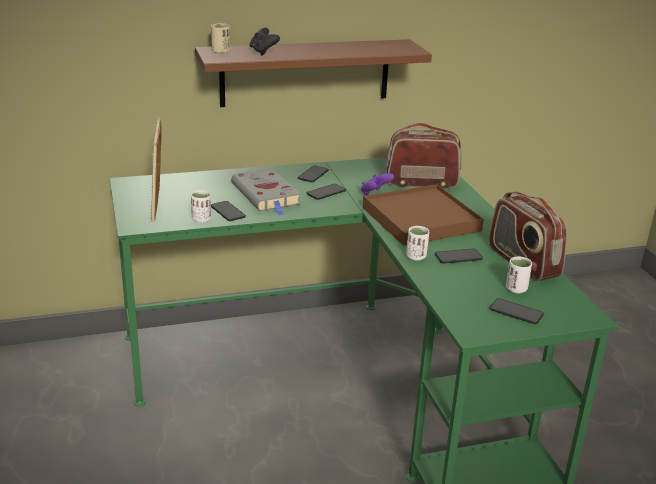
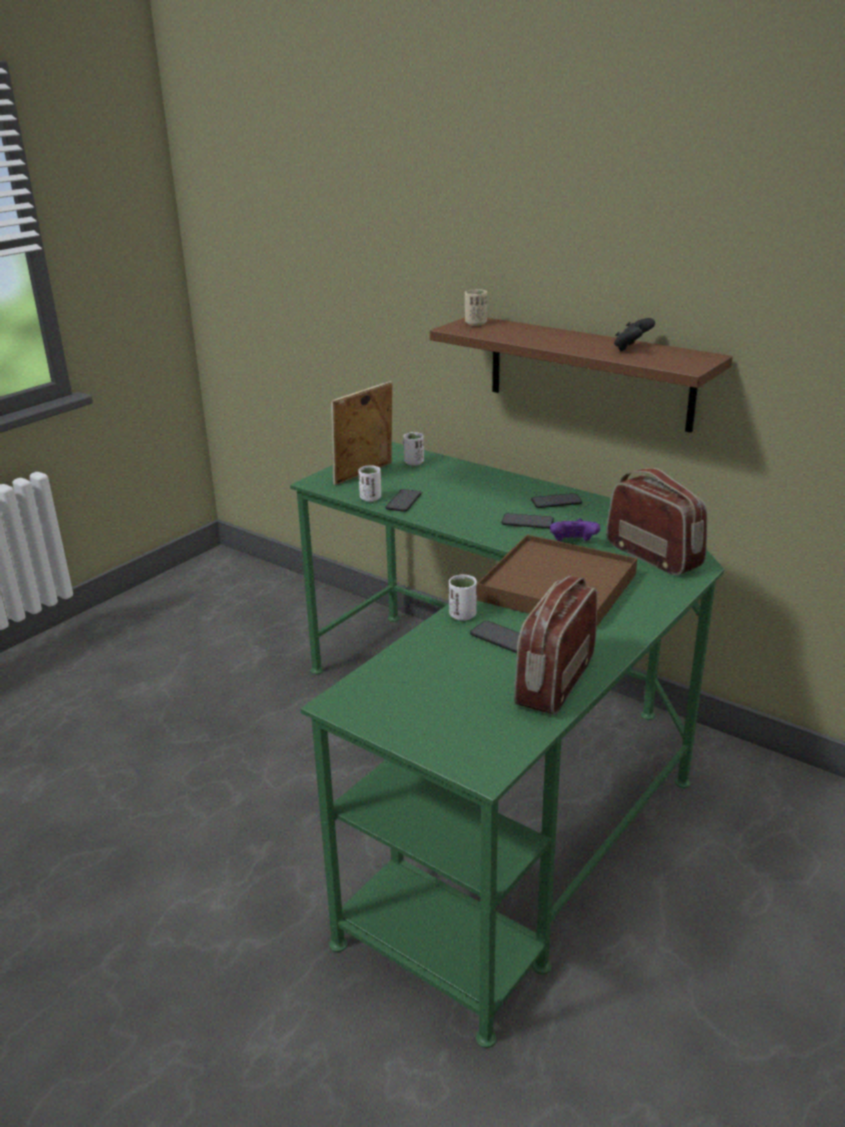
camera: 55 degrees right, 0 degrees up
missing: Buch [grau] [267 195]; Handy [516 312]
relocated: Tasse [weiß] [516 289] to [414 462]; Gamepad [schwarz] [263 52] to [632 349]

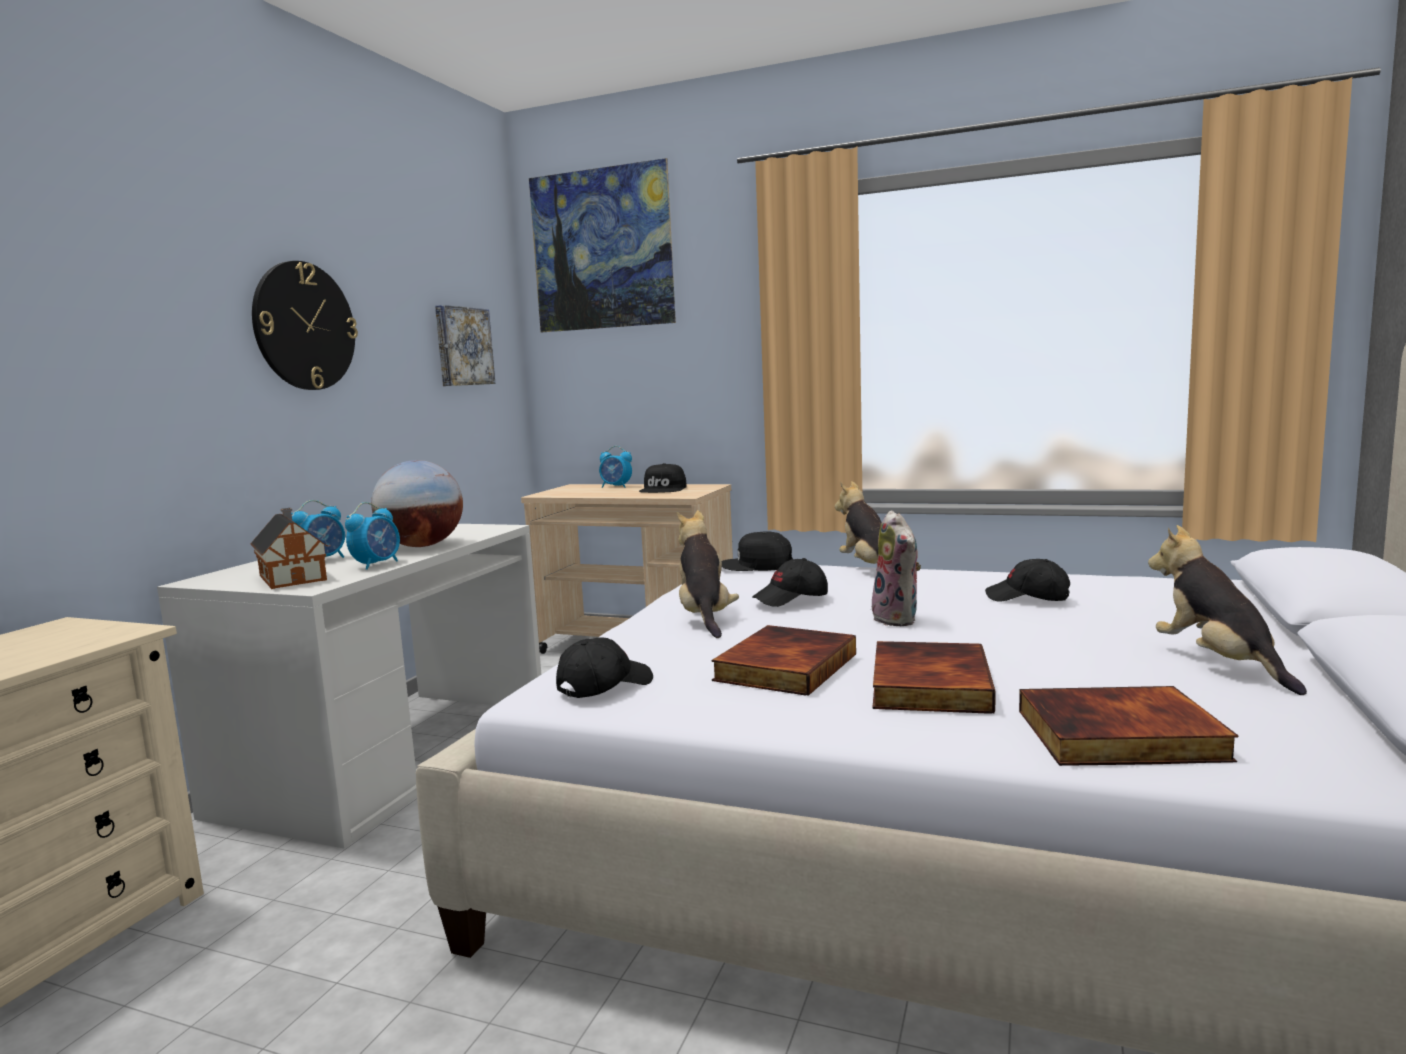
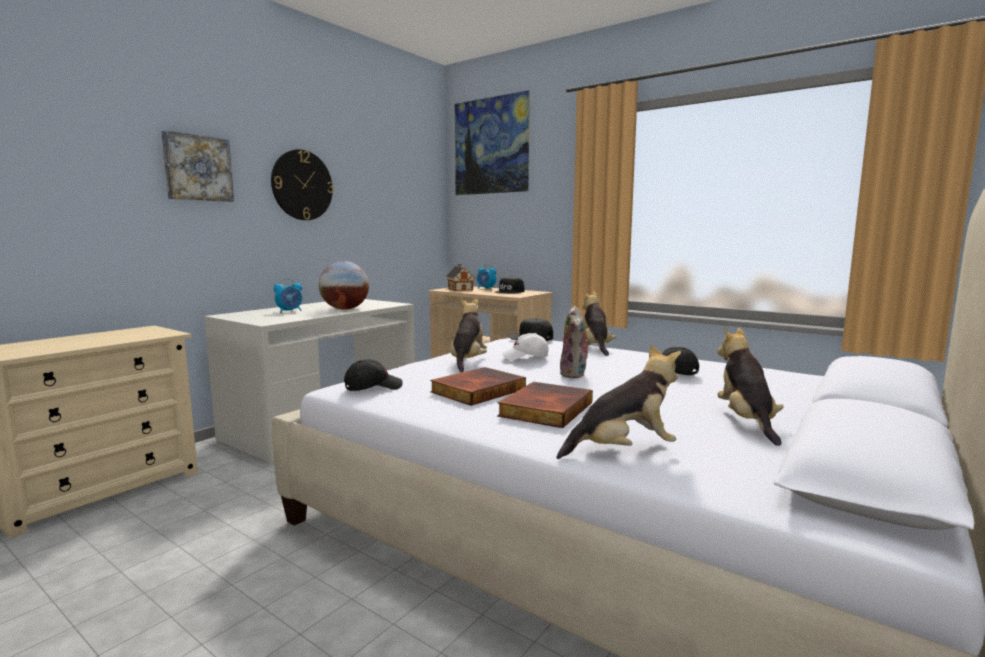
camera: 15 degrees right, 0 degrees up
missing: Wecker [377 565]
relocated: Bild [462 346] to [197 168]; Spielzeughaus [293 577] to [460 289]
exchanged: Buch [1119 737] to Plüschtier [623 450]
colour: Kappe [schwarz] [791 598] to Kappe [weiß] [525 357]

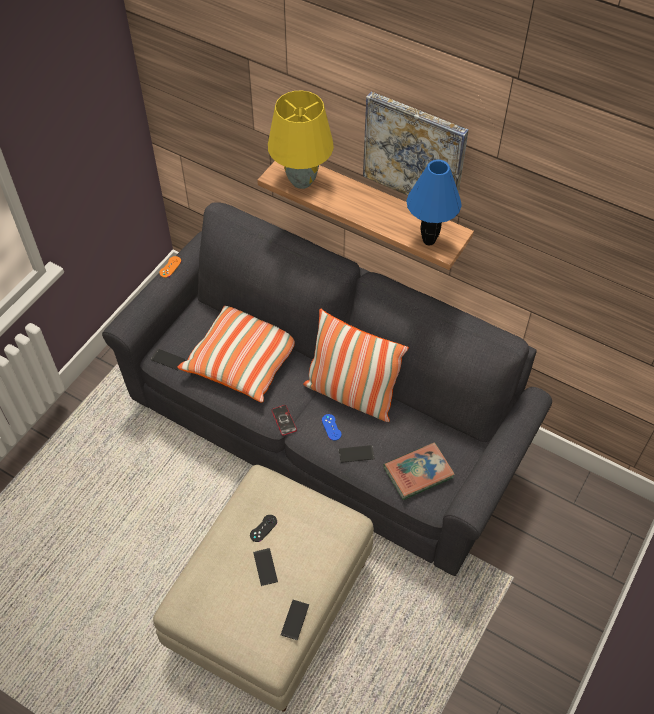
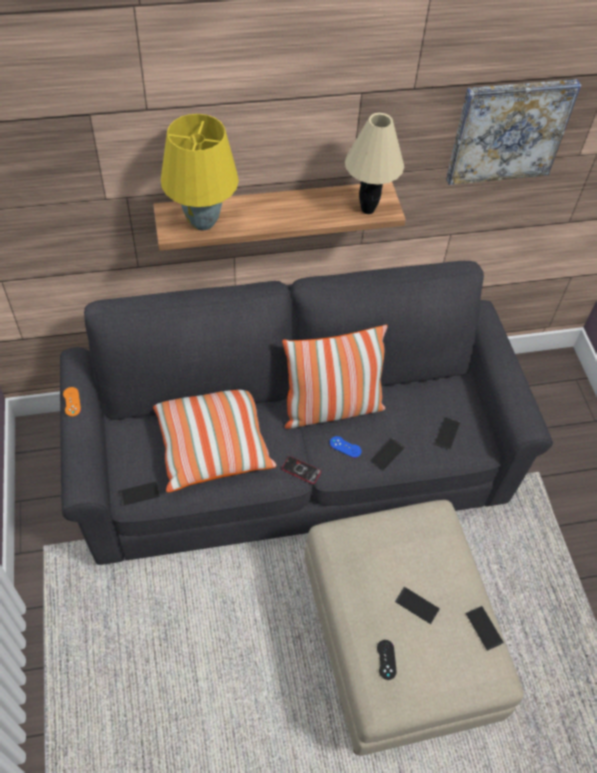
camera: 45 degrees left, 0 degrees up
relocated: Gamepad [schwarz] [263 528] to [386 659]; Bild [414 151] to [508 130]
exchanged: Buch [418 473] to Handy [447 433]
colour: Tischlampe [blau] [429 240] to Tischlampe [beige] [368 209]

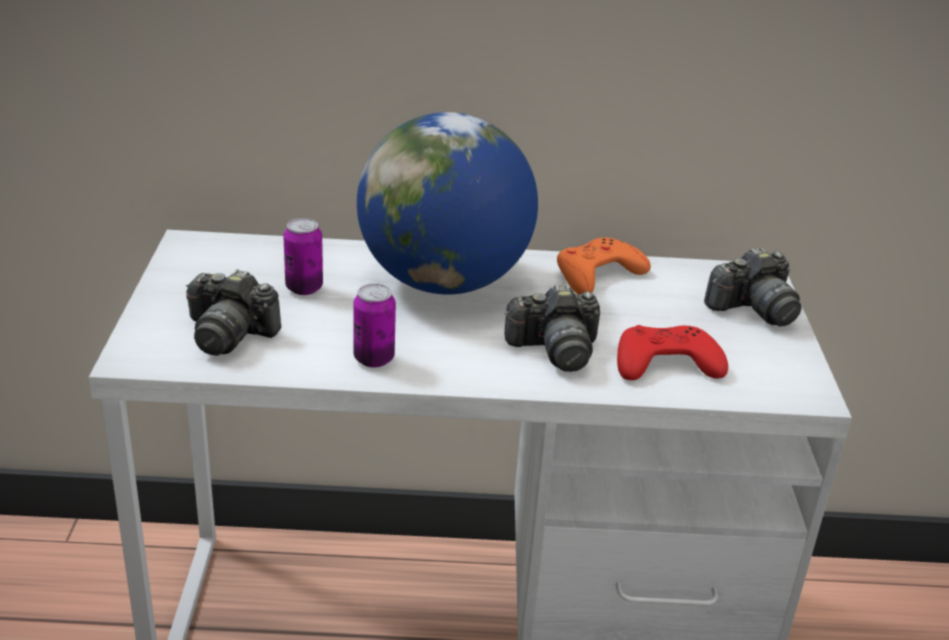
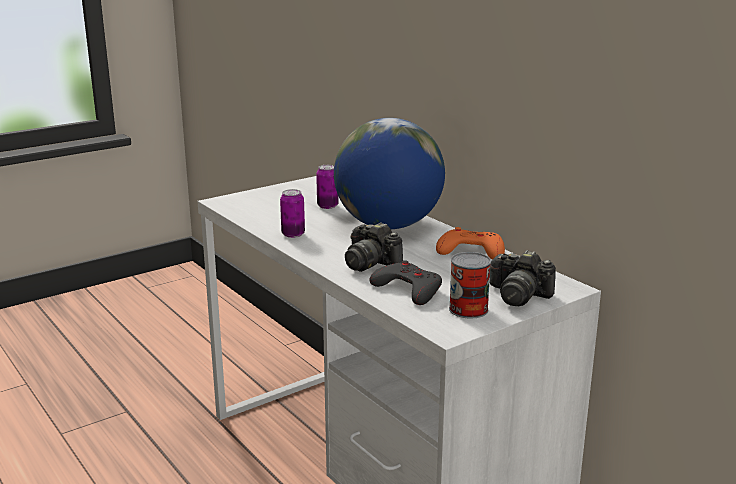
camera: 55 degrees right, 10 degrees down
missing: Kamera [229 334]
appeared: Dose [468 309]
colour: Gamepad [rot] [666 363] to Gamepad [grau] [408 289]

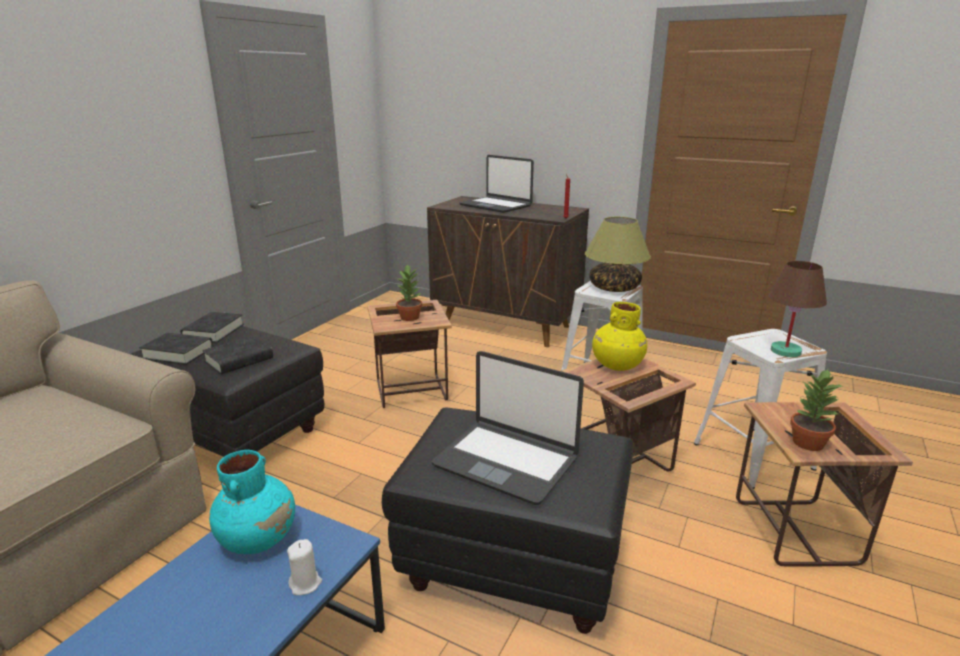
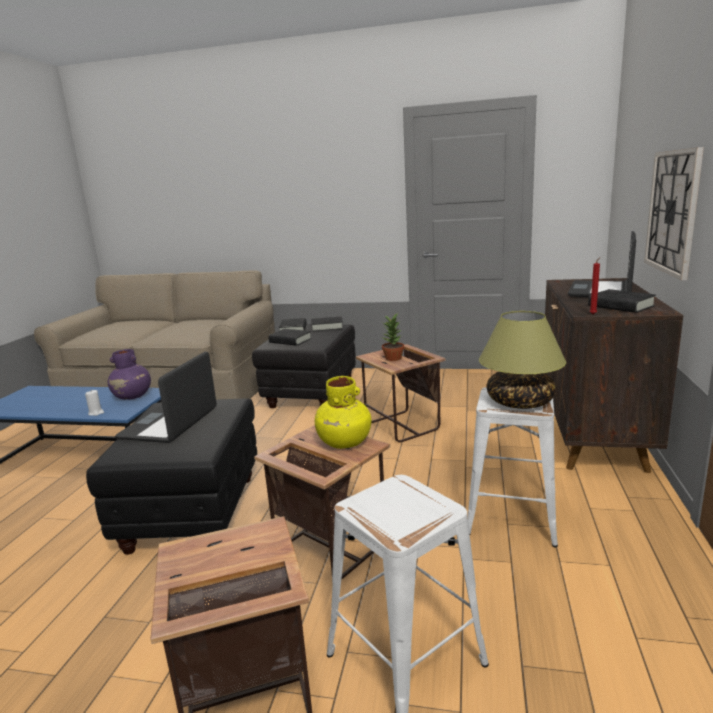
camera: 75 degrees right, 5 degrees down
missing: Tischlampe [braun] [785 351]; Topfpflanze [807 443]
appeared: Buch [schwarz] [620 306]; Wanduhr [672 212]
colour: Vase [türkis] [259 538] to Vase [lila] [132 396]

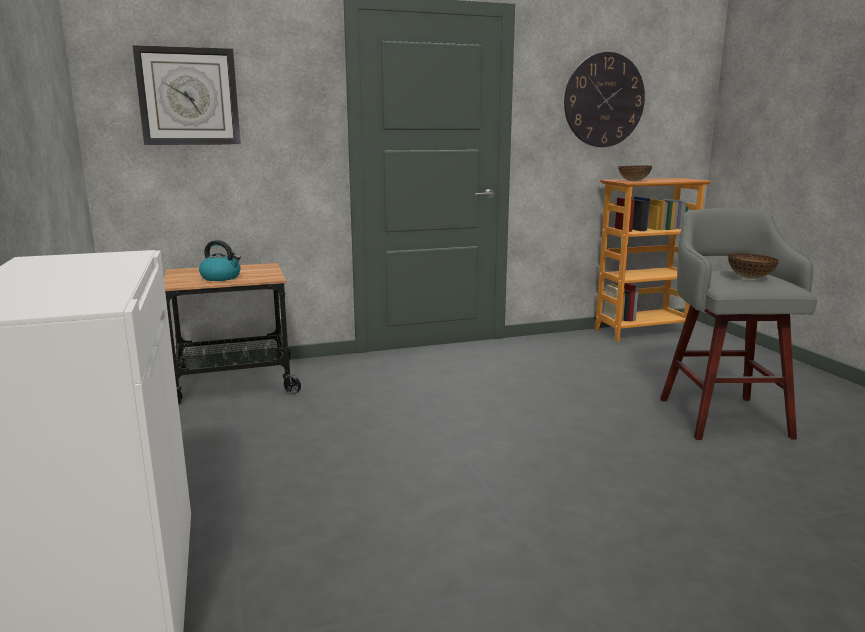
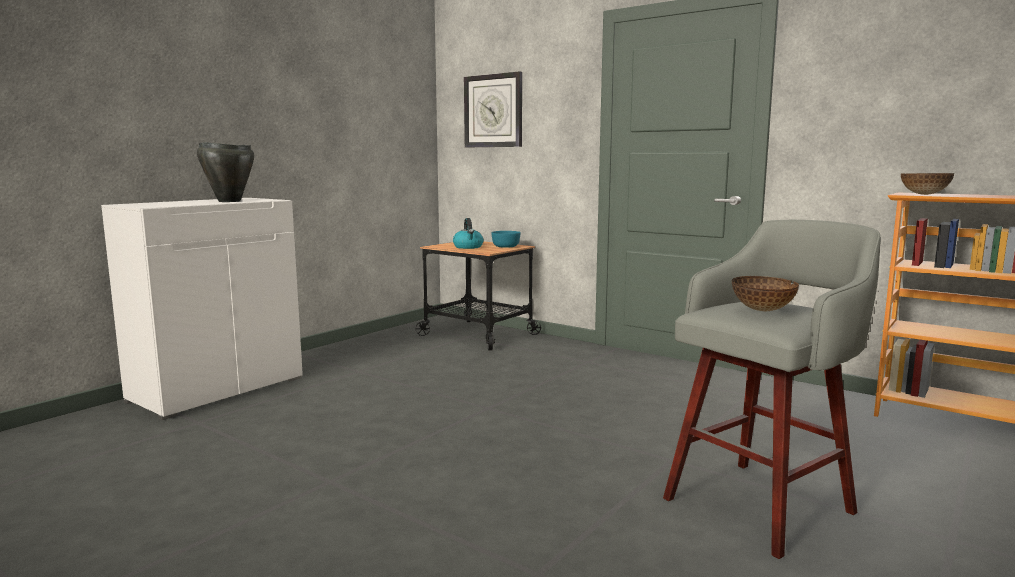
camera: 55 degrees right, 5 degrees down
missing: Wanduhr [604 100]
appeared: Kochtopf [schwarz] [228 201]; Schüssel [türkis] [506 246]

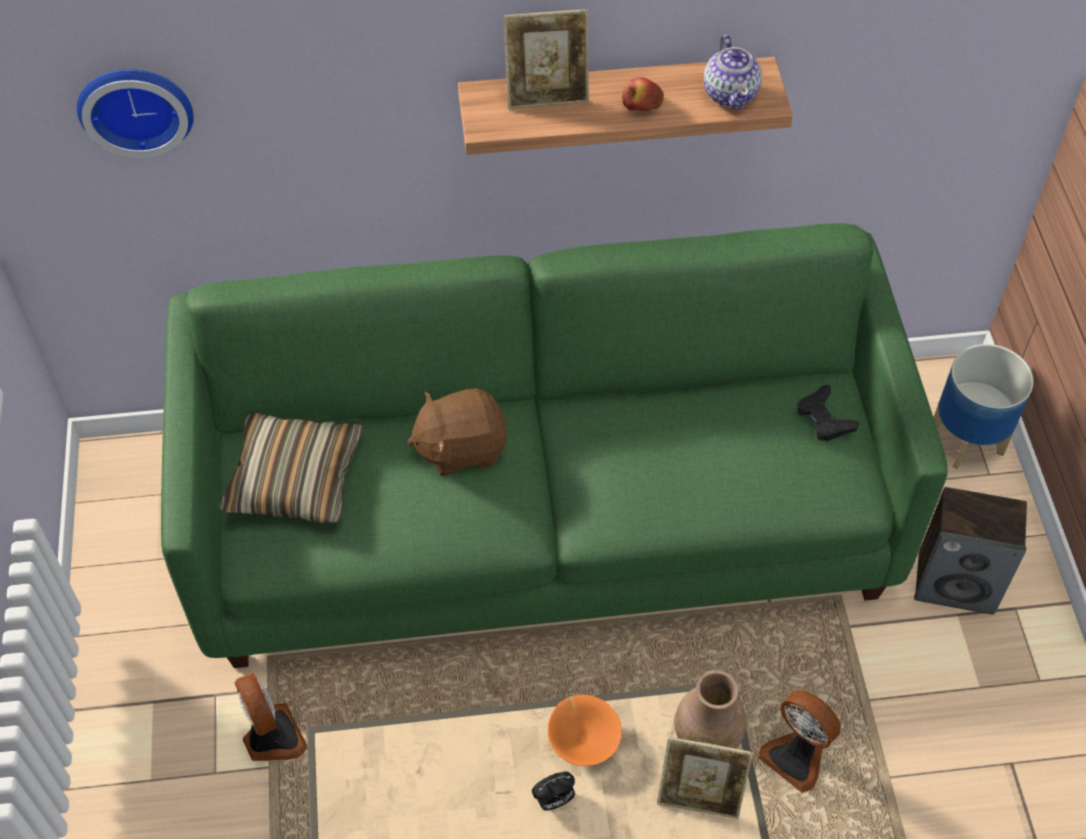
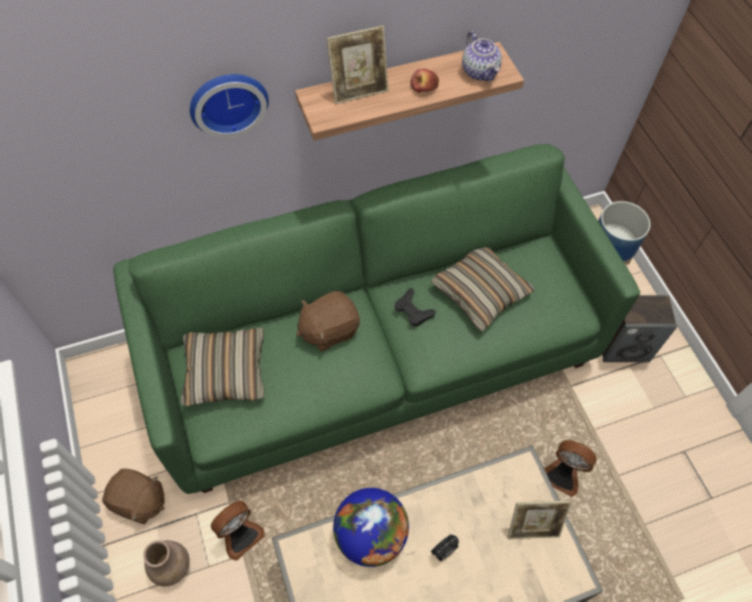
camera: 15 degrees left, 5 degrees up
missing: Schüssel [orange] [583 739]
appeared: Plüschtier [braun] [139 501]; Globus [370 535]; Kissen [480 291]
relocated: Vase [braun] [708 737] to [172 567]; Wanduhr [136 105] to [227 101]; Gamepad [schwarz] [824 418] to [413 310]
spun: Ventilator [272 738] = [240 534] 90 degrees clockwise

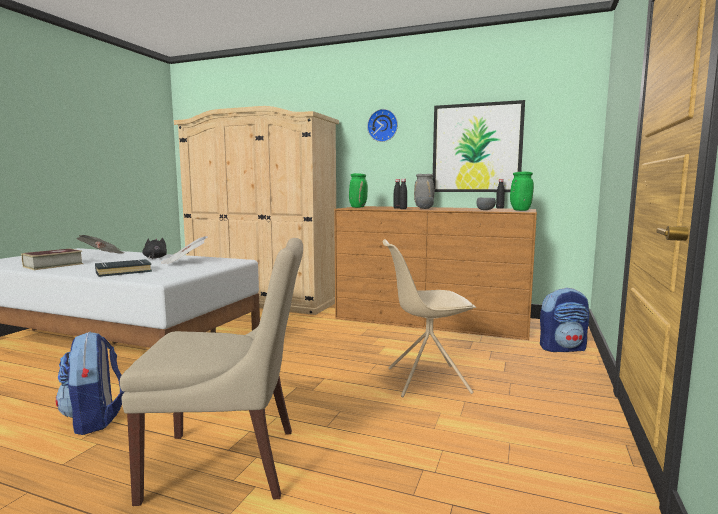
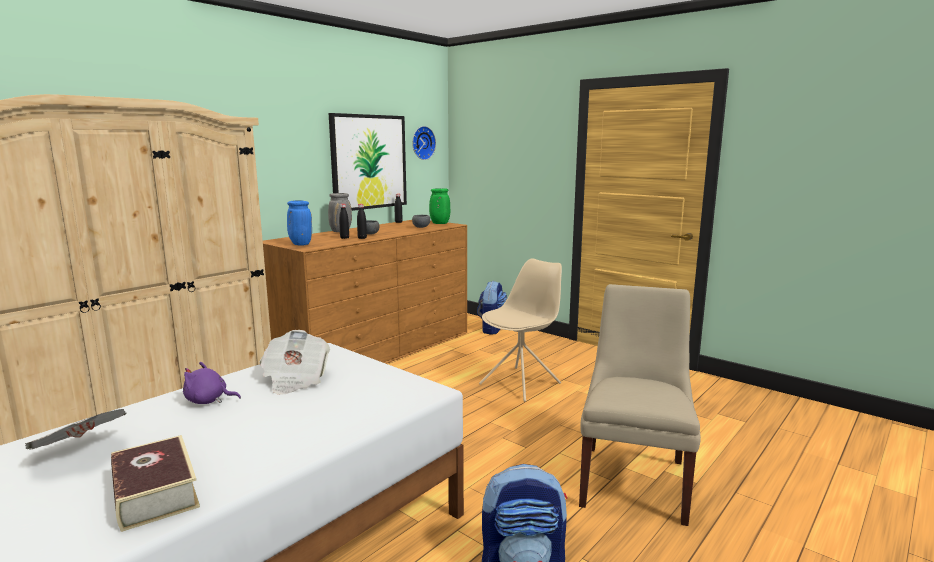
camera: 70 degrees left, 5 degrees up
missing: Buch [schwarz] [123 272]
relocated: Wanduhr [383 125] to [422 143]
colour: Plüschtier [schwarz] [155 258] to Plüschtier [lila] [208 400]; Vase [grün] [358 207] to Vase [blau] [300 244]
spun: Stuhl [beige] [426 380] = [521 383] 150 degrees counterclockwise

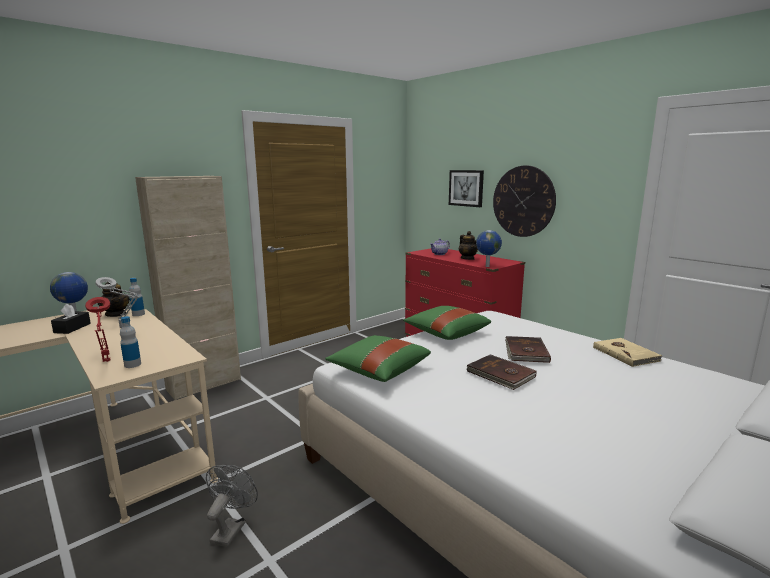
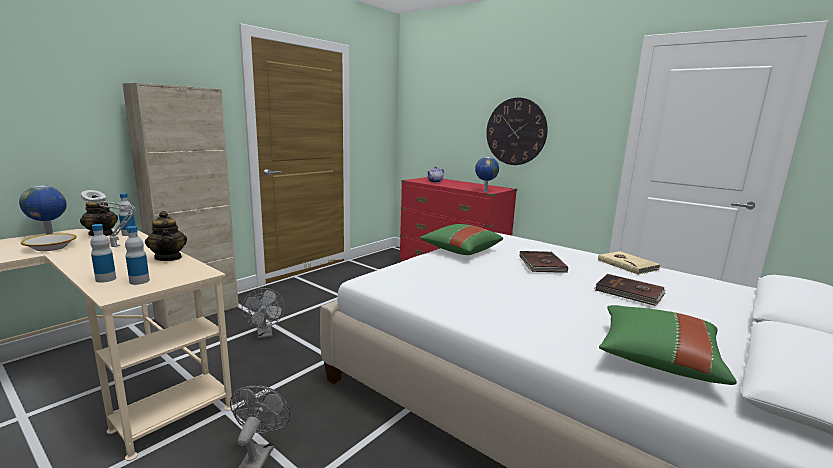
camera: 10 degrees left, 0 degrees up
missing: Bild [466 188]
appeared: Ventilator [grau] [265 334]
relocated: Teekanne [467 258] to [169 258]; Buch [braun] [500 374] to [629 292]; Kissen [grün] [378 370] to [657 358]
exchanged: Taschentuchbox [schwarz] [72 328] to Schüssel [51 247]; Tischlampe [rot] [106 362] to Flasche [106 279]

